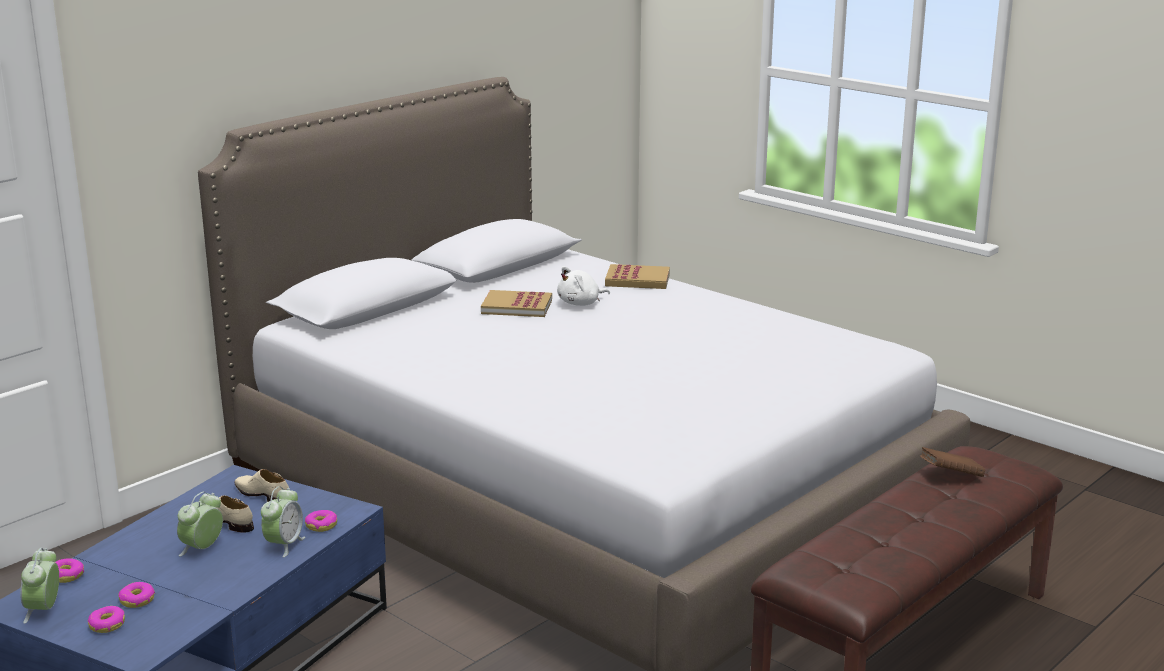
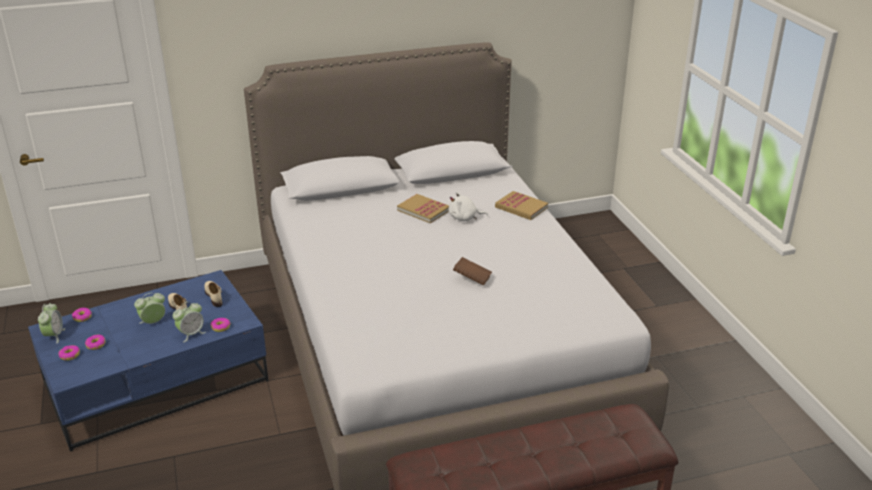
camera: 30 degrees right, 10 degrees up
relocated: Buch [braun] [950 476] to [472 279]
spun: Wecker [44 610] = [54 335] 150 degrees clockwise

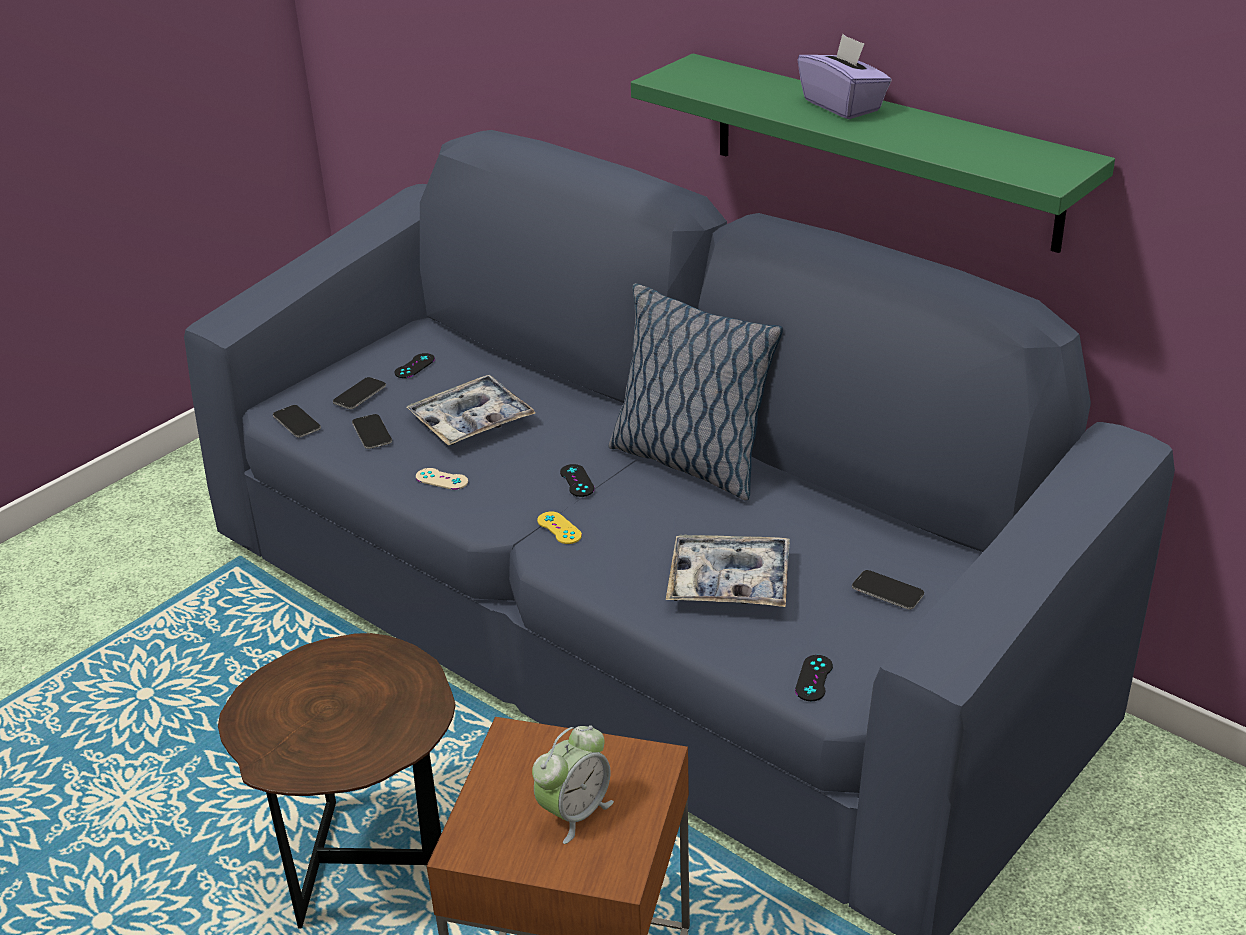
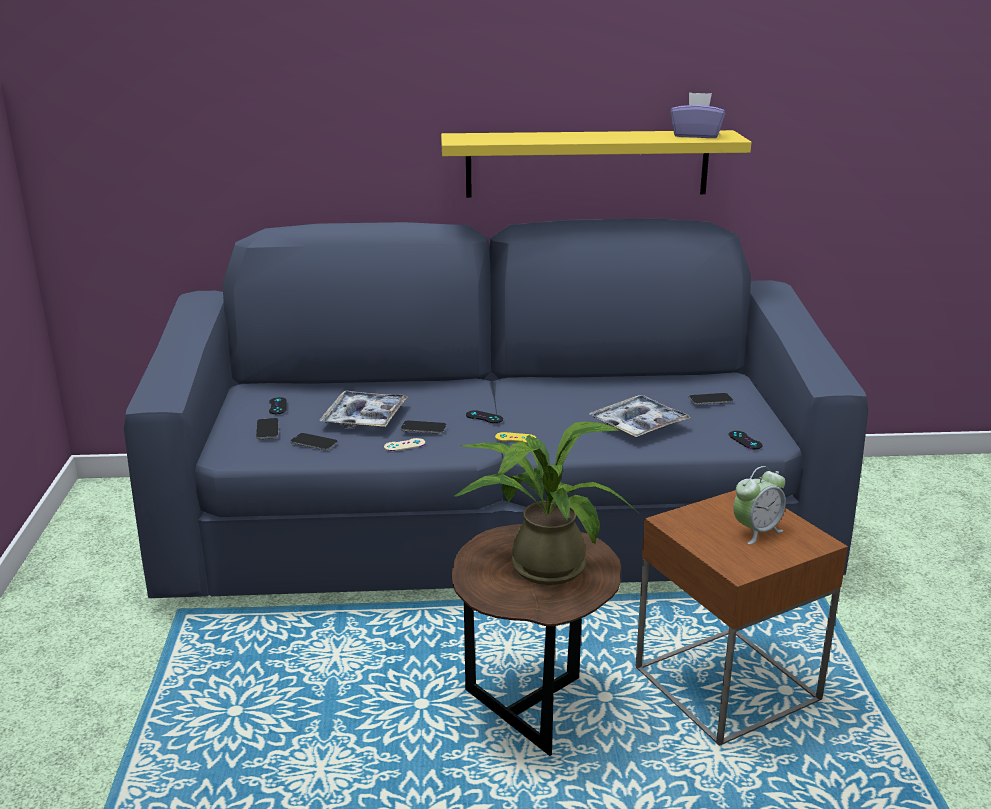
camera: 45 degrees left, 10 degrees down
missing: Kissen [689 461]
appeared: Topfpflanze [540 563]
relocated: Handy [297 422] to [423 428]; Taschentuchbox [lila] [843 105] to [696 135]
colour: Wandregal [grün] [882 150] to Wandregal [gelb] [587 164]
spun: Wecker [574 813] = [756 531] 60 degrees clockwise

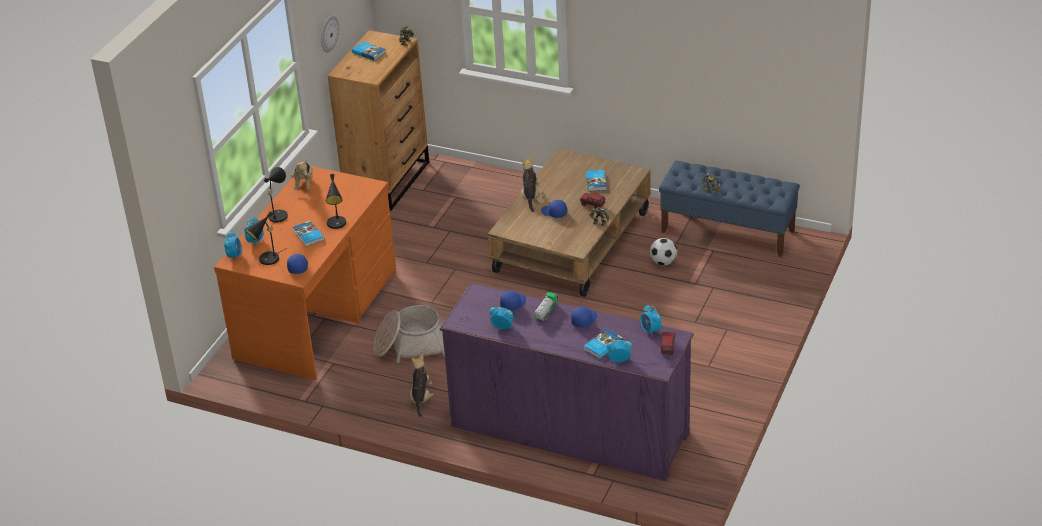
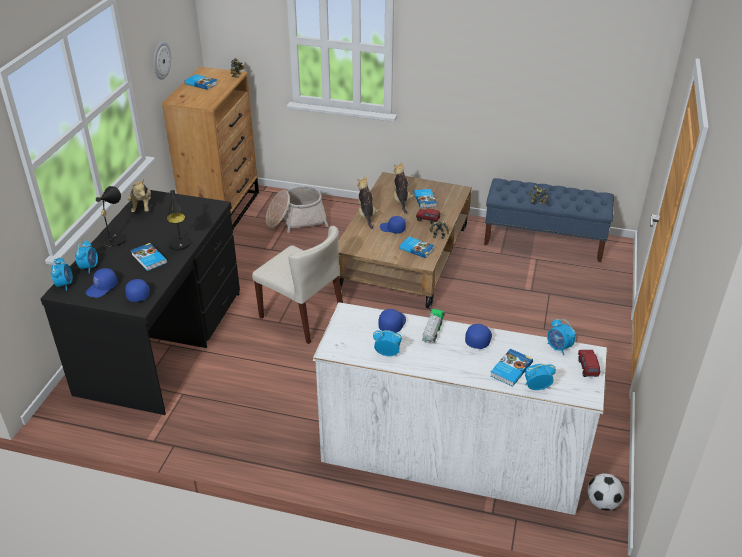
camera: 10 degrees left, 0 degrees up
appeared: Stuhl [beige] [302 316]; Buch [417 248]
relocated: Korb [410 345] to [296 220]; Plüschtier [421 398] to [401 200]; Fußball [663 262] to [602 503]
exchanged: Tischlampe [schwarz] [267 260] to Kappe [blau] [102 288]
colour: Schreibtisch [orange] [317 315] to Schreibtisch [schwarz] [163 341]; Kommode [lila] [569 429] to Kommode [weiß] [451 457]

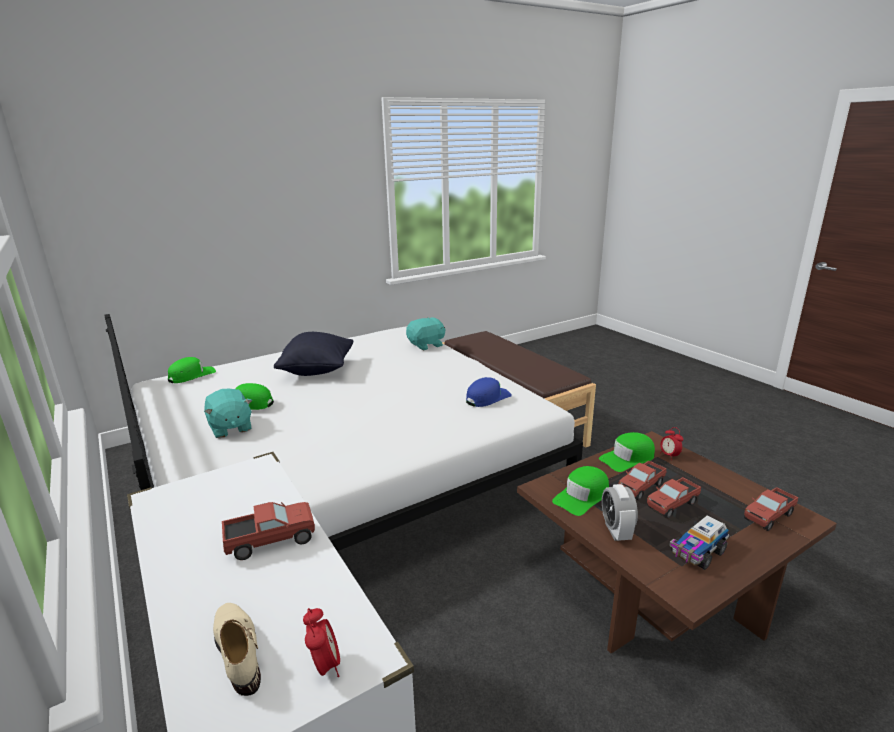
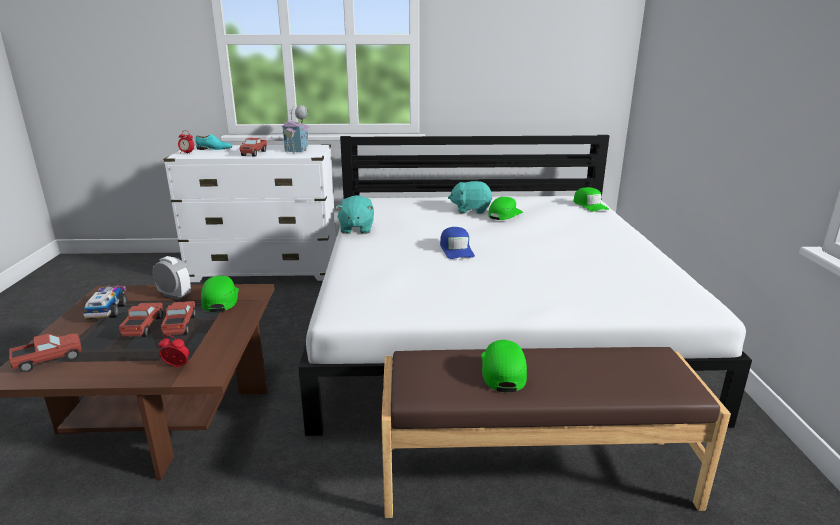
camera: 120 degrees right, 0 degrees up
missing: Kissen [schwarz] [317 371]
appeared: Spielzeughaus [299 149]
relocated: Plüschtier [türkis] [426 345] to [356 229]; Kappe [blau] [487 398] to [456 249]; Kappe [grün] [627 458] to [502 371]
colour: Schuh [beige] [238 651] to Schuh [türkis] [214 149]
spun: Spielzeuglaster [768 516] = [49 361] 60 degrees clockwise

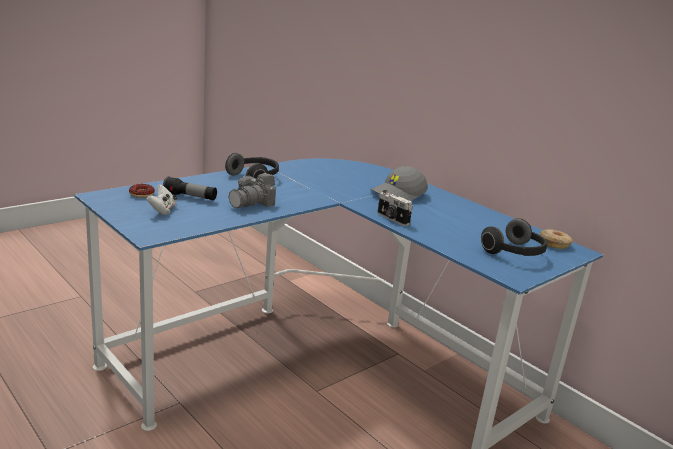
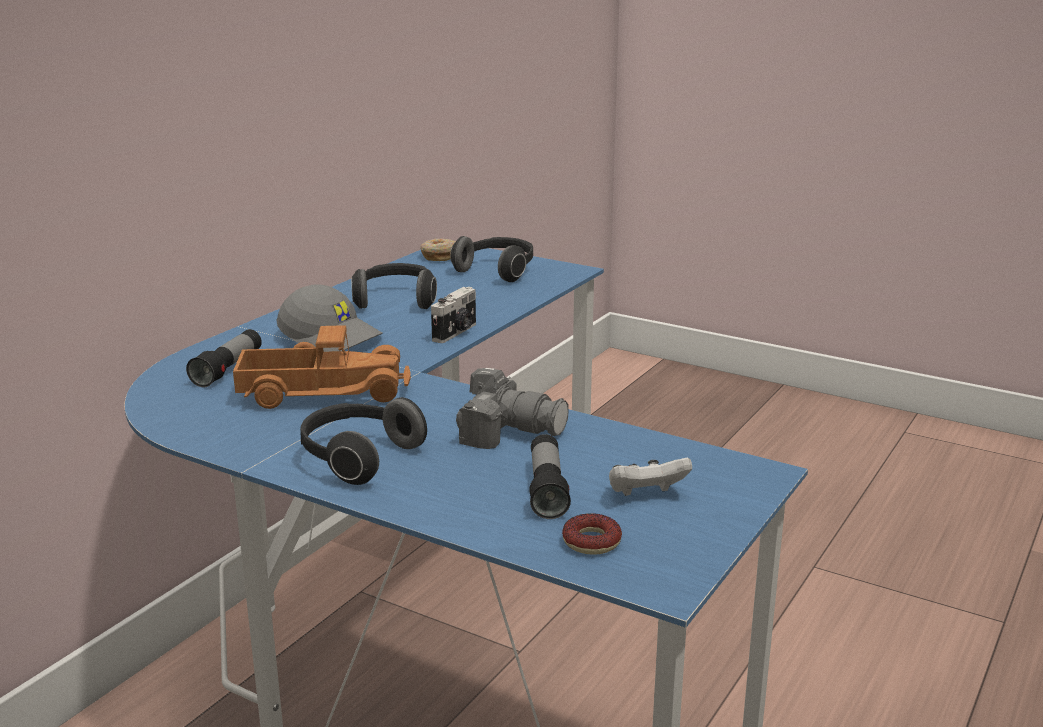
camera: 105 degrees left, 0 degrees up
appeared: Taschenlampe [228 369]; Spielzeuglaster [323 391]; Kopfhörer [396 301]

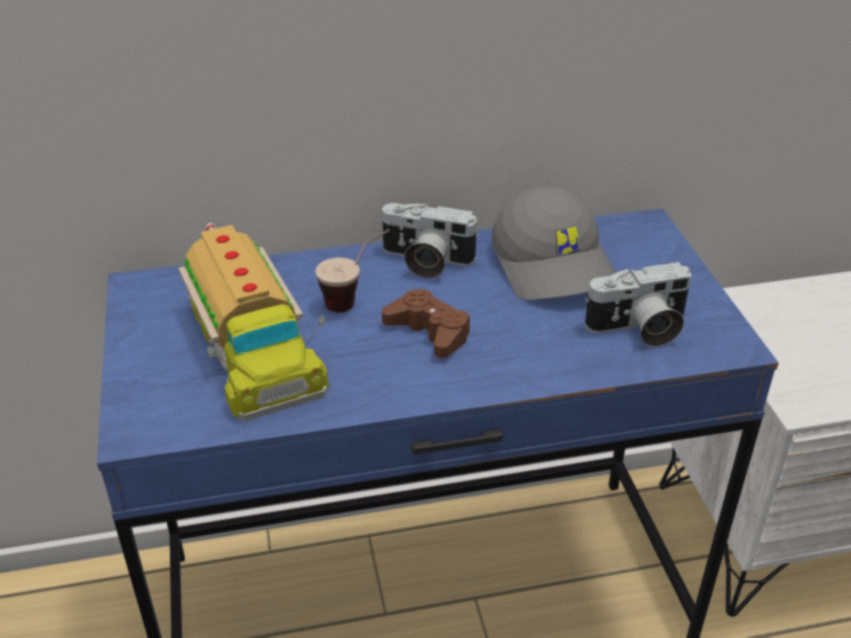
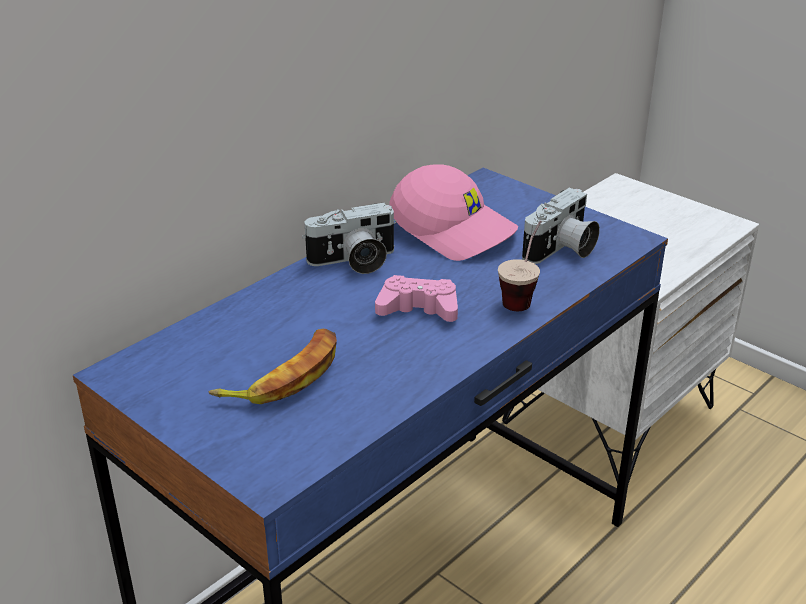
camera: 35 degrees left, 5 degrees down
relocated: Tasse [356 299] to [522 296]
exchanged: Spielzeuglaster [249 345] to Banane [284 376]
colour: Gamepad [braun] [429 331] to Gamepad [rosa] [418 308]; Kappe [grau] [555 264] to Kappe [rosa] [454 229]

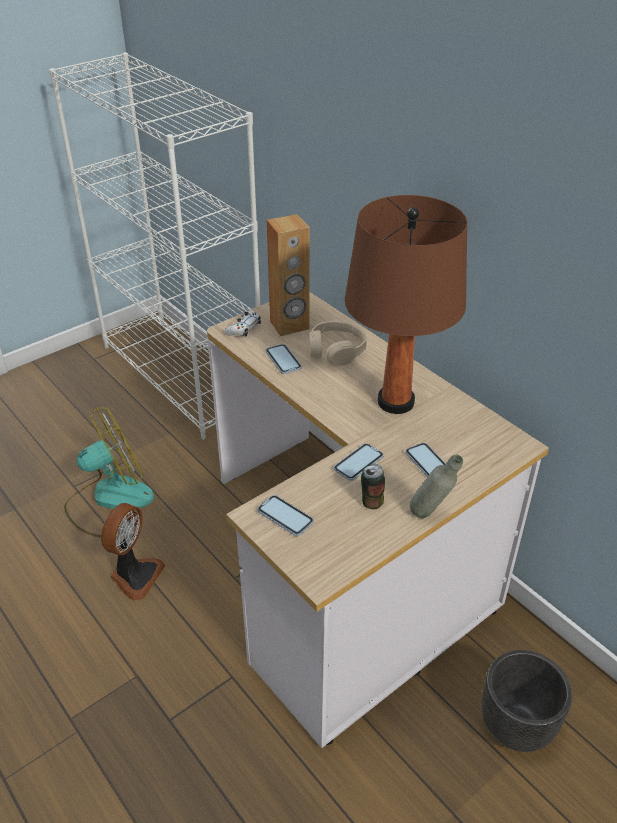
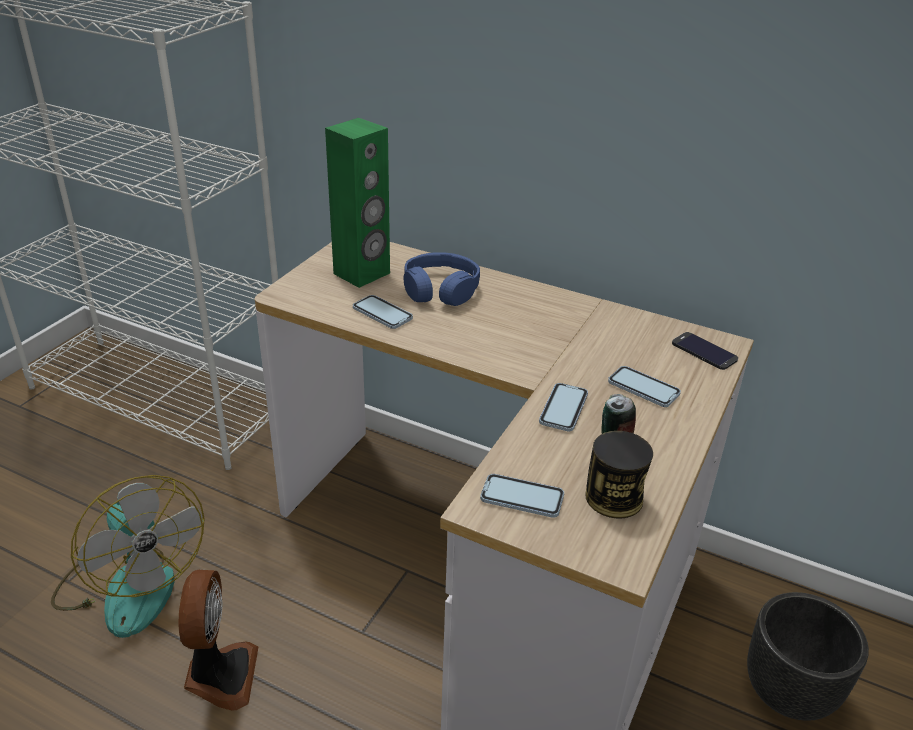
camera: 25 degrees left, 5 degrees down
missing: Gamepad [weiß] [243 328]; Tischlampe [braun] [395 402]; Flasche [grau] [430 517]
appeared: Dose [613 497]; Handy [704 351]
colour: Lautsprecher [braun] [290 325] to Lautsprecher [grün] [362 274]; Kopfhörer [beige] [336 350] to Kopfhörer [blau] [440 290]
spun: Ventilator [109 500] = [131 584] 105 degrees clockwise

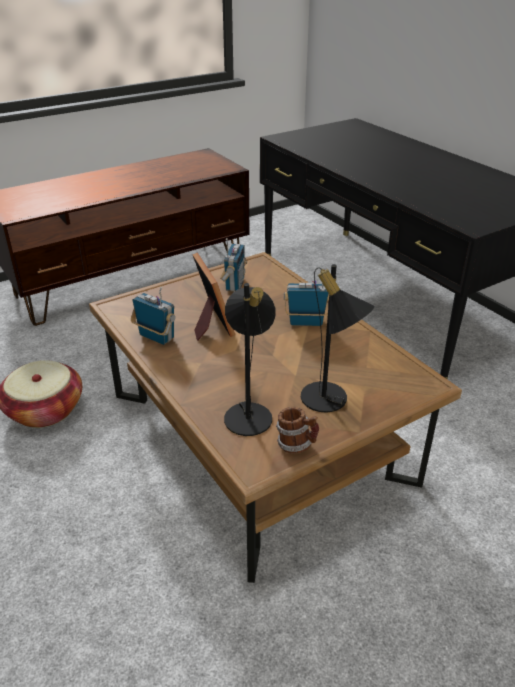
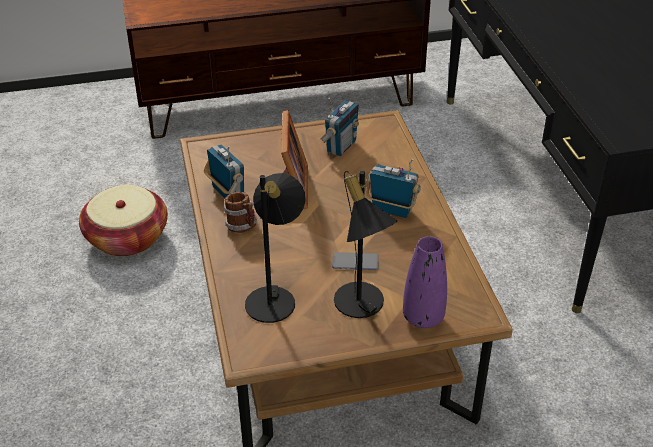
camera: 20 degrees right, 5 degrees up
appeared: Handy [355 262]; Vase [lila] [423 317]
relocated: Henkelbecher [297 445] to [243 227]

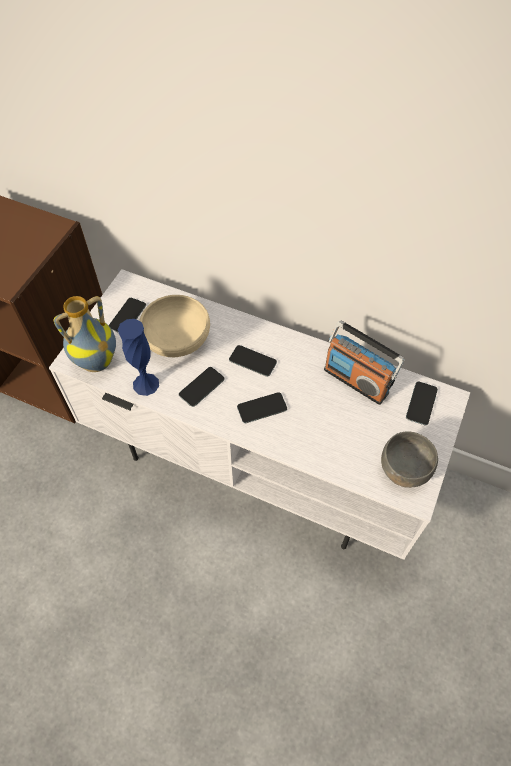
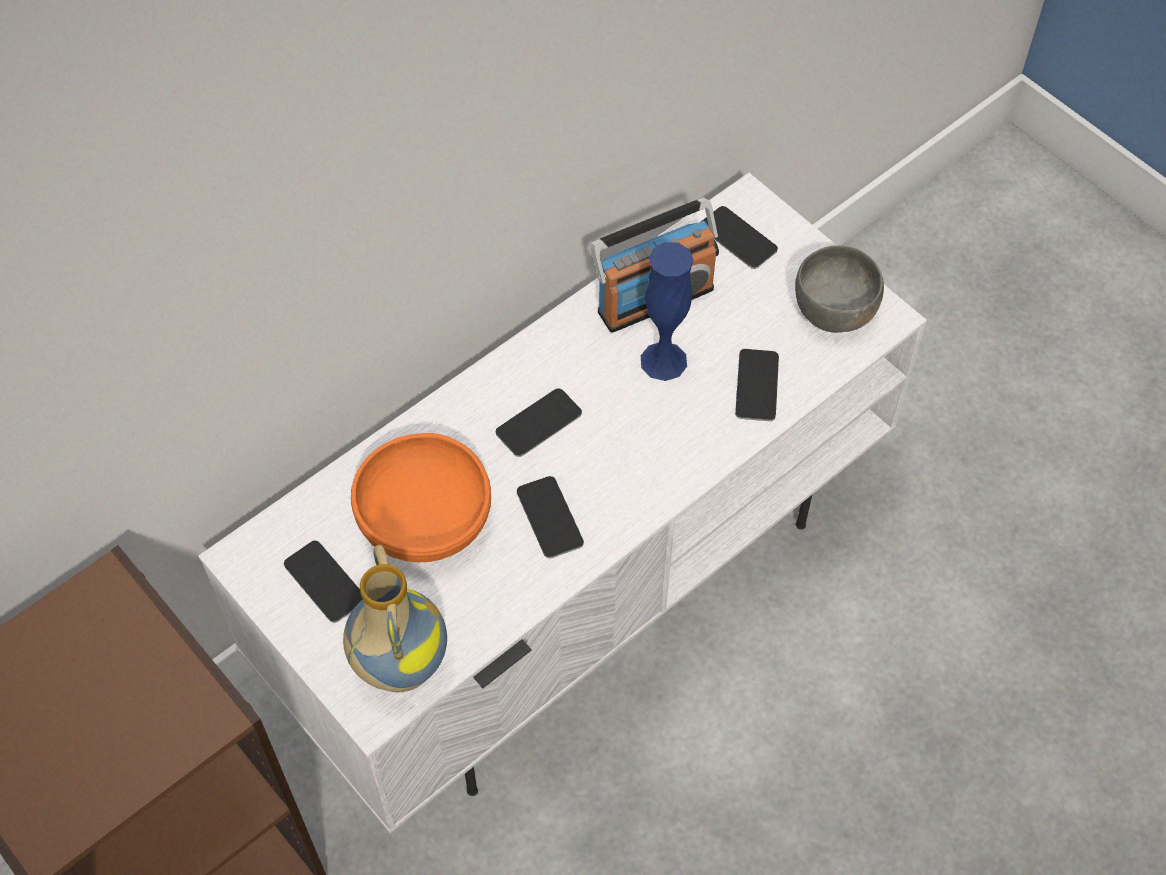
camera: 65 degrees left, 0 degrees up
relocated: Vase [blau] [146 384] to [663 361]; Handy [262 408] to [757 385]
colour: Schüssel [beige] [177 339] to Schüssel [orange] [425 519]

